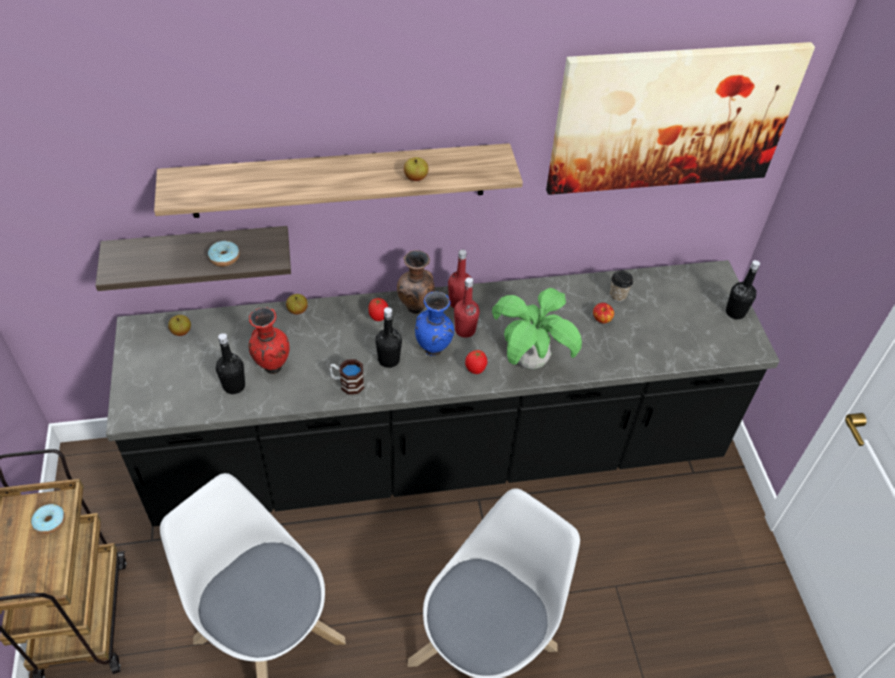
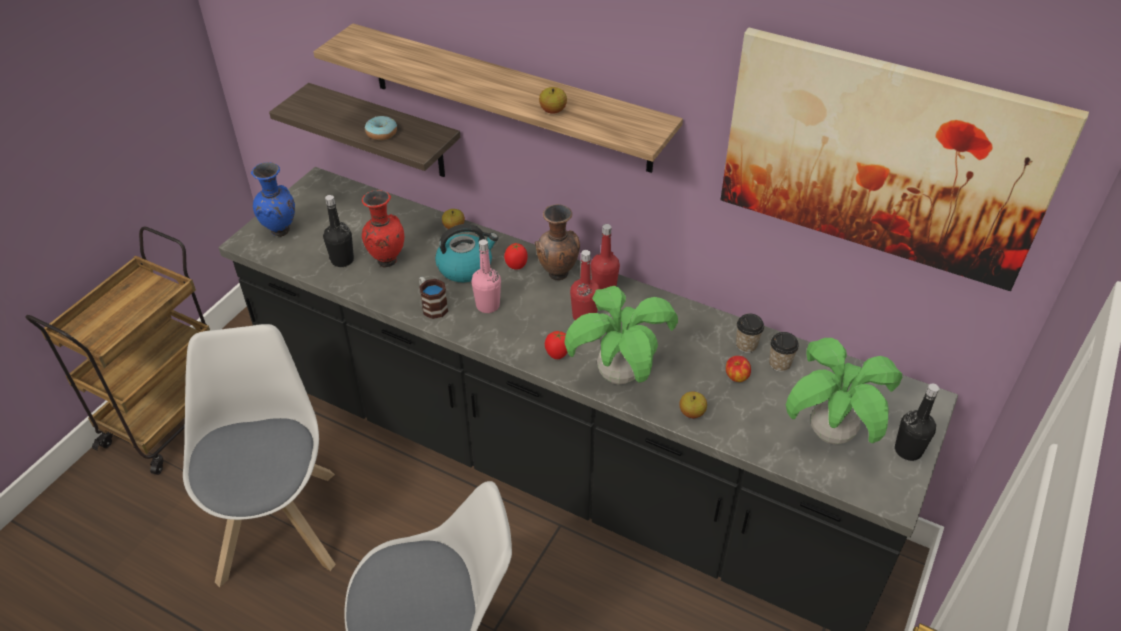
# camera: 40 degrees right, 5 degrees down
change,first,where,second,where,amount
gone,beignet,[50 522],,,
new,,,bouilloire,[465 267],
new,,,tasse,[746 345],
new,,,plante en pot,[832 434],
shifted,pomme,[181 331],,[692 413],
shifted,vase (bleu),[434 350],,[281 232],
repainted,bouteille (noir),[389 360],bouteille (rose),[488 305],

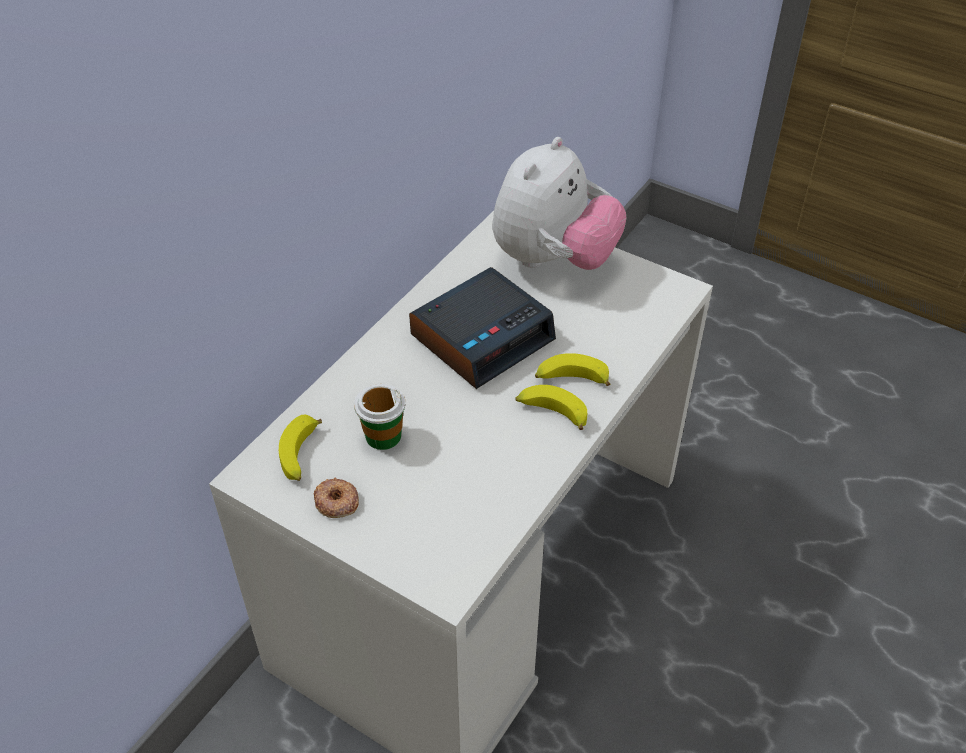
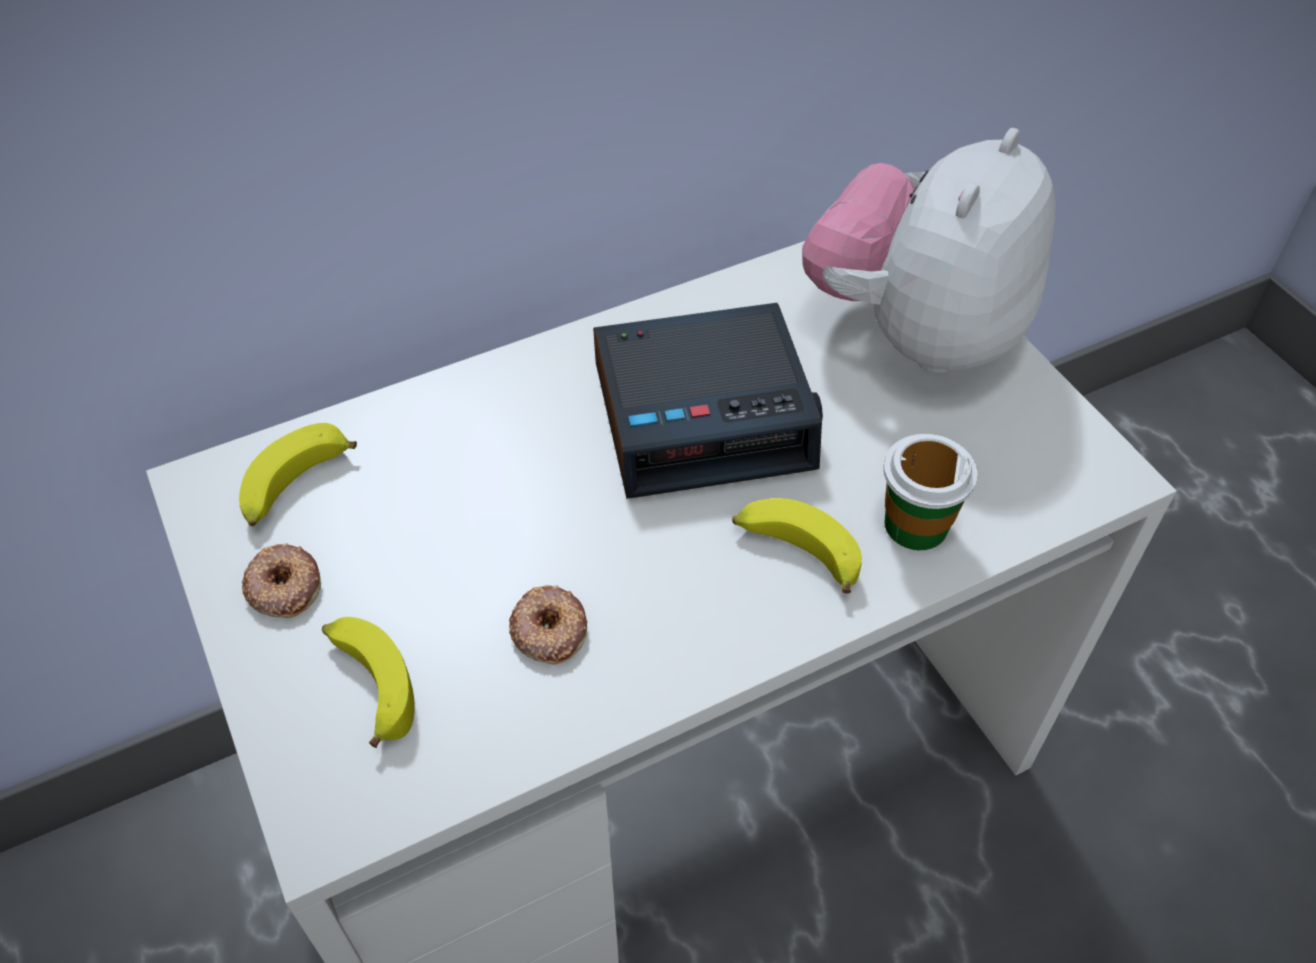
# camera: 30 degrees right, 5 degrees up
change,first,where,second,where,amount
new,,,beignet,[548 630],
shifted,tasse,[383 436],,[915 524],
shifted,banane,[551 413],,[369 684],
rotated,peluche,[553 260],,[915 333],150 degrees clockwise

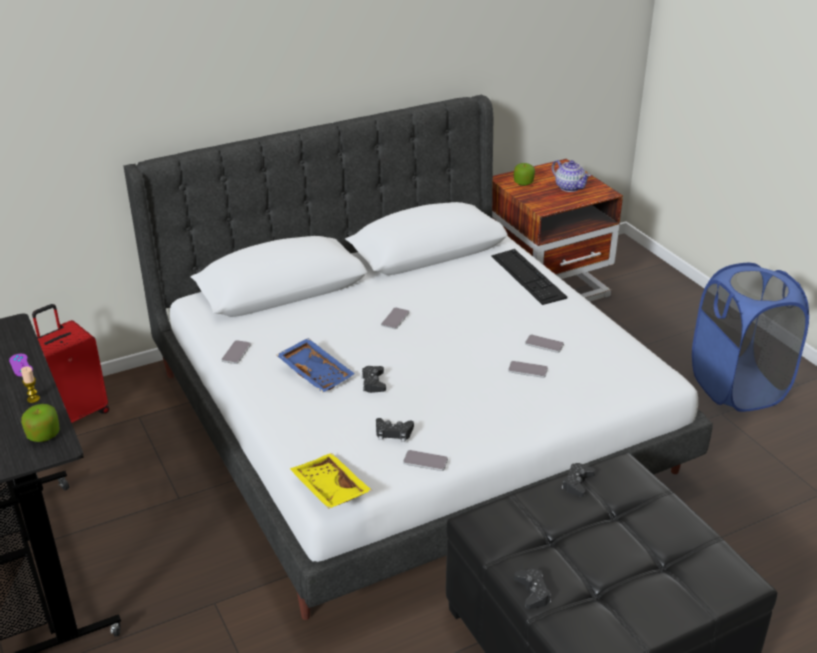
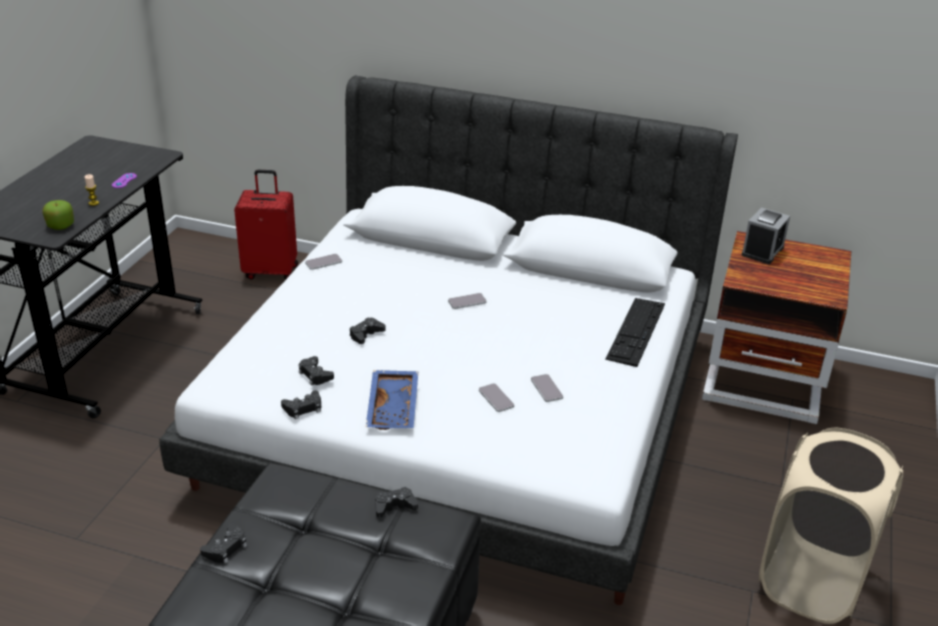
# camera: 45 degrees right, 0 degrees up
change,first,where,second,where,amount
gone,plateau (jaune),[329 489],,,
gone,théière,[569 187],,,
shifted,plateau (bleu),[316 372],,[394 408],
swapped,téléphone,[425 461],manette (noir),[303 408],
swapped,pomme,[523 183],réveil,[762 251],
repainted,panier à linge (bleu),[737 387],panier à linge (beige),[812 582],

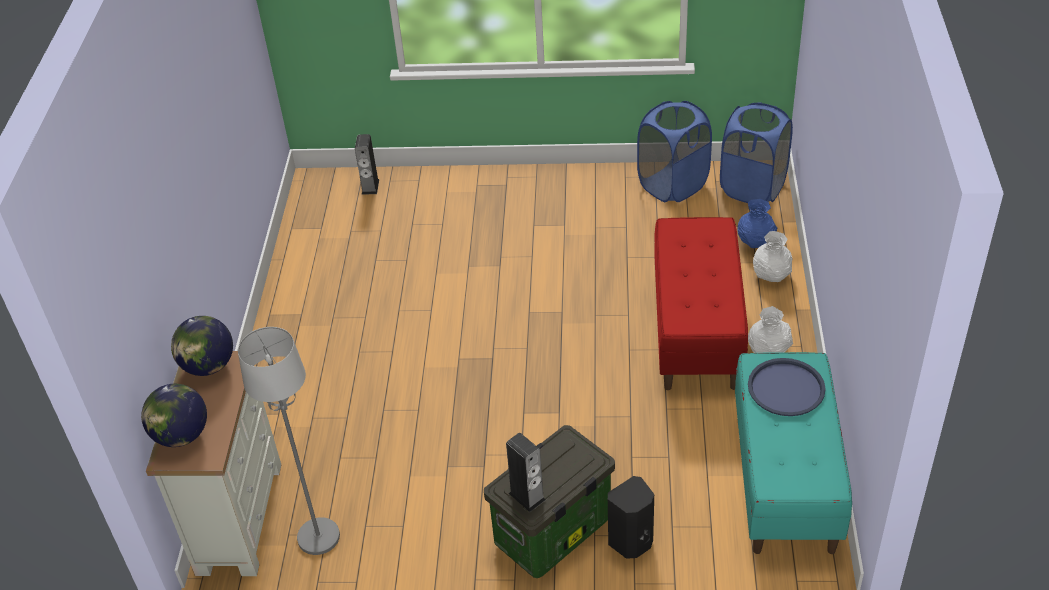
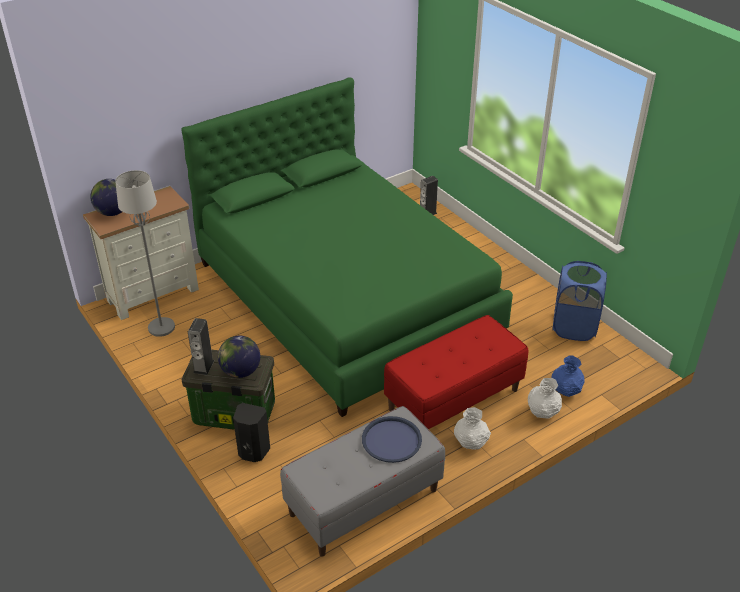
# camera: 50 degrees right, 5 degrees down
change,first,where,second,where,amount
gone,panier à linge (bleu),[753 187],,,
new,,,lit (vert),[346 298],
shifted,globe,[209 366],,[241 372],
repainted,banc (turquoise),[785 479],banc (gris),[364 502],

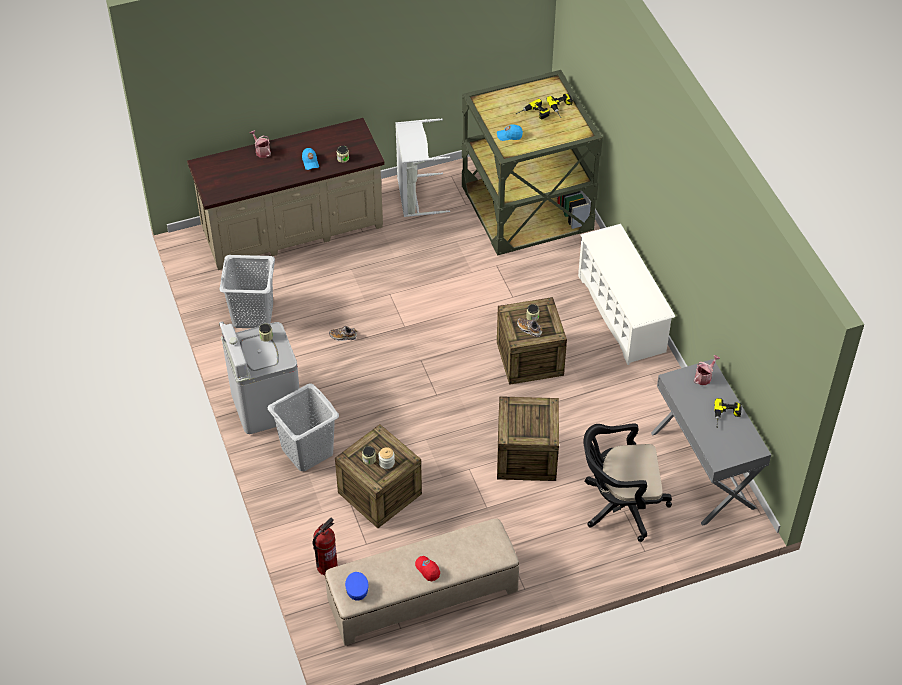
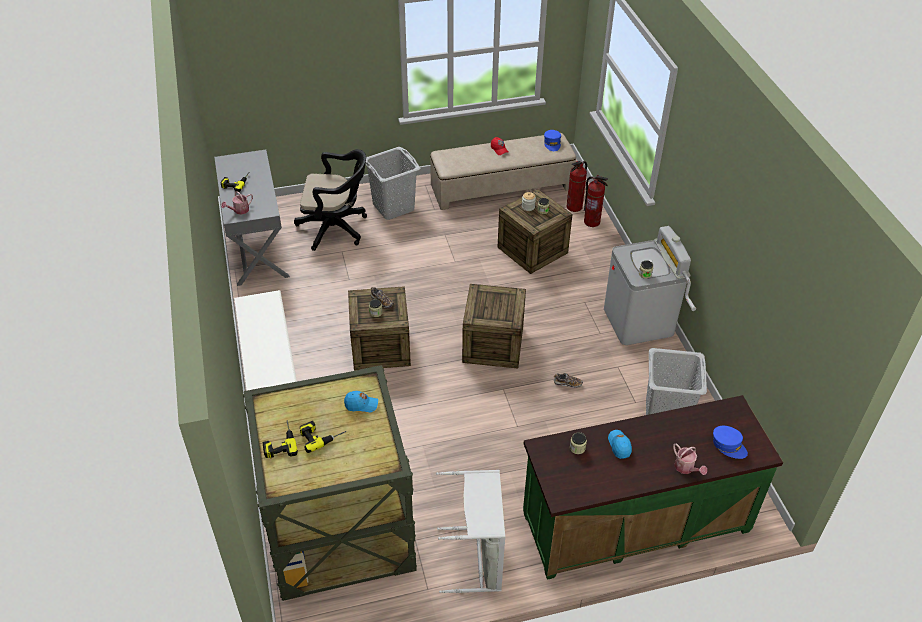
# camera: 175 degrees left, 5 degrees down
change,first,where,second,where,amount
new,,,extincteur,[591 222],
new,,,casquette (bleu),[728 446],
shifted,panier à linge (gris),[307 451],,[394 207],
shifted,caisse,[526 456],,[493 345],
repainted,meuble de rangement (beige),[293 228],meuble de rangement (vert),[634 522],

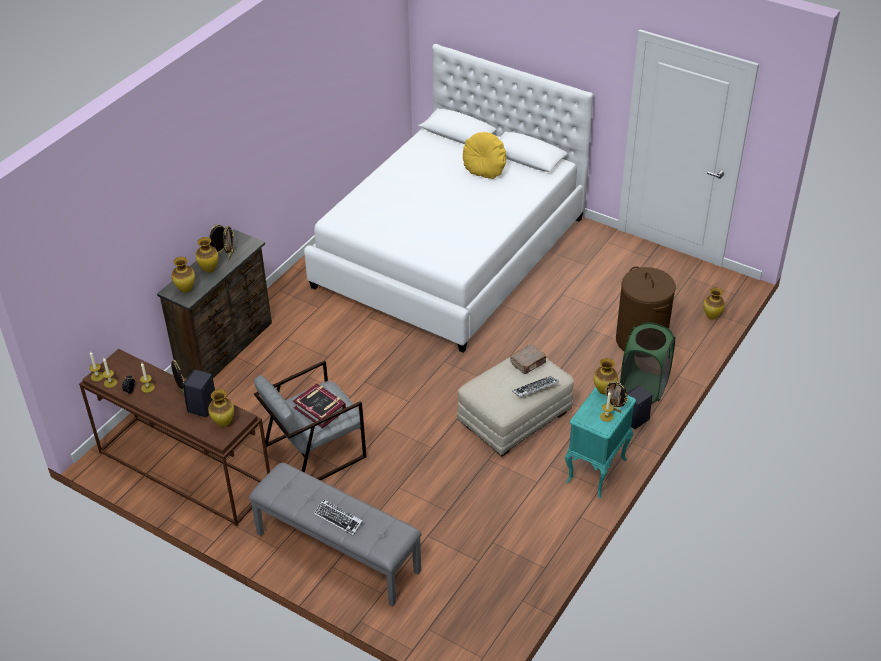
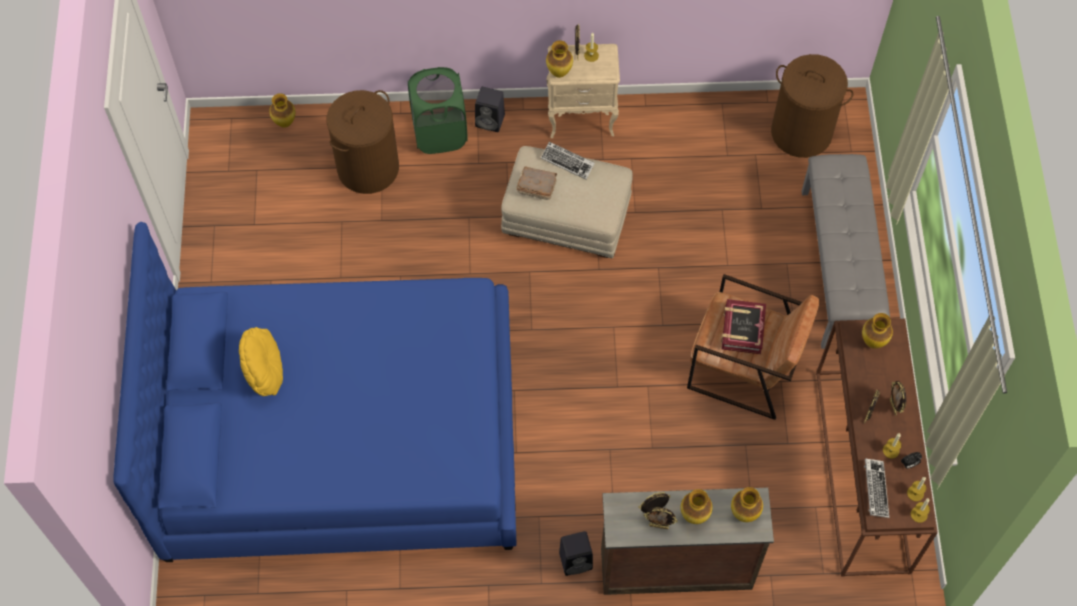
# camera: 125 degrees left, 20 degrees up
change,first,where,second,where,amount
new,,,panier à linge (marron),[801 132],
new,,,cadre photo,[893 407],
shifted,enceinte (noir),[202 408],,[576 560],
shifted,clavier,[338 519],,[875 489],
repainted,fauteuil (gris),[314 451],fauteuil (marron),[744 368],
repainted,lit (blanc),[450 252],lit (bleu),[340 436],
repainted,table de chevet (turquoise),[596 471],table de chevet (beige),[581 119],

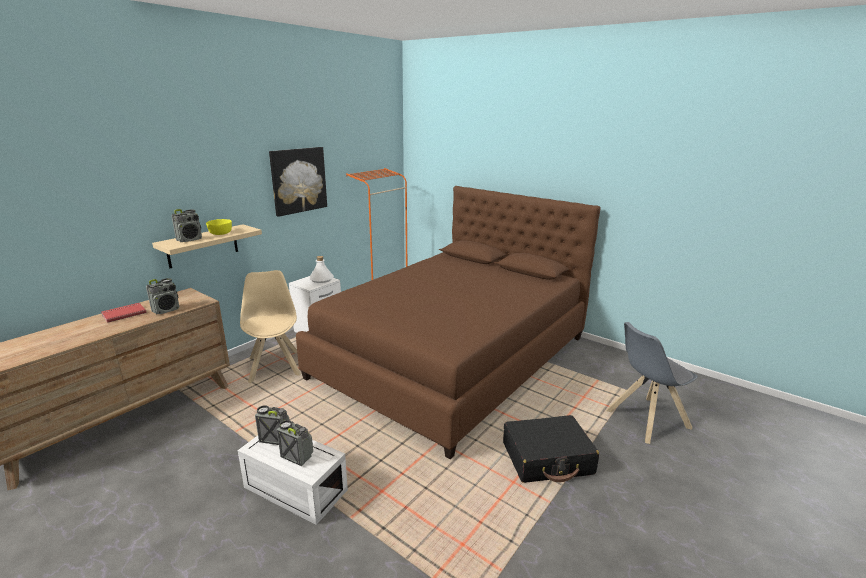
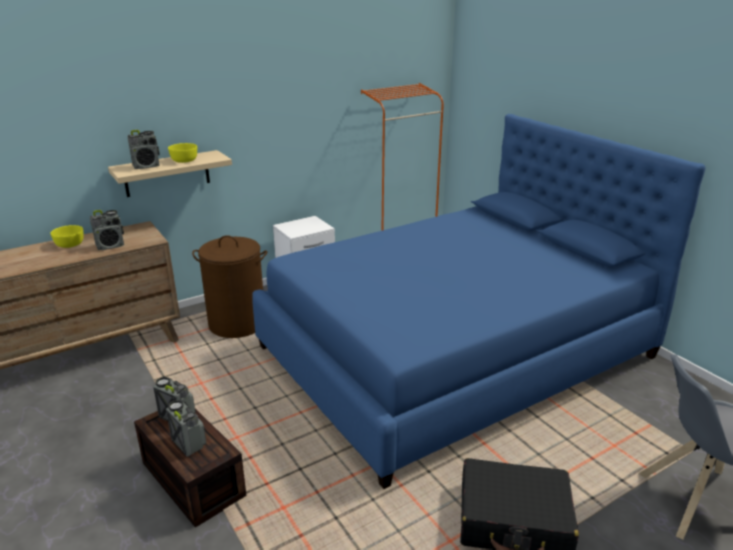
# camera: 20 degrees right, 5 degrees up
change,first,where,second,where,amount
gone,tableau,[298 180],,,
gone,bouteille (blanc),[321 279],,,
swapped,livre (rouge),[123 313],bol (jaune),[69 244],
swapped,chaise (beige),[274 365],panier à linge (marron),[237 323],
repainted,boîte de rangement (blanc),[293 489],boîte de rangement (marron),[190 479],
repainted,lit (marron),[454 357],lit (bleu),[456 352],

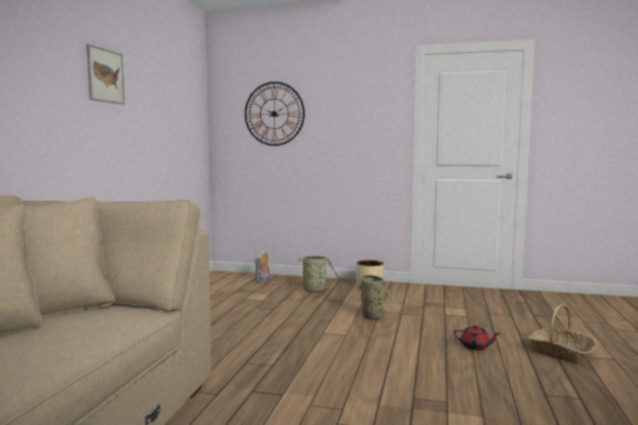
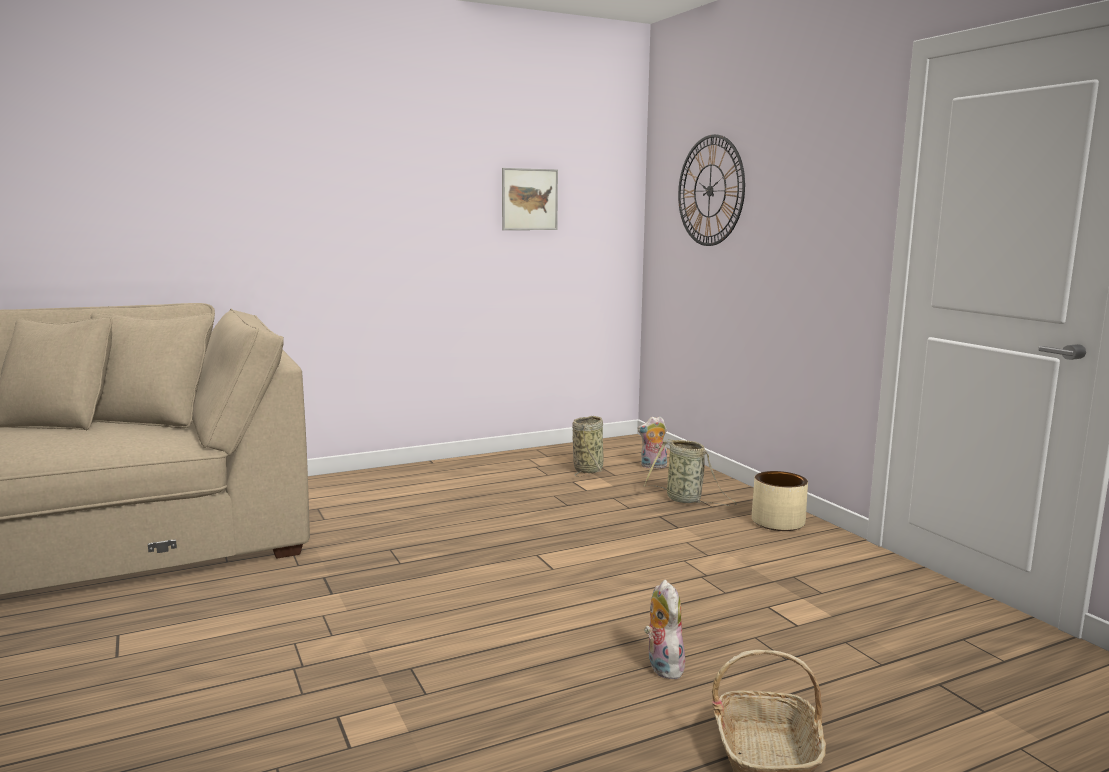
# camera: 50 degrees right, 5 degrees up
change,first,where,second,where,amount
shifted,tableau,[105 75],,[529 199],
shifted,panier,[371 316],,[588 469],
swapped,théière (rouge),[475 347],peluche,[662 666],

